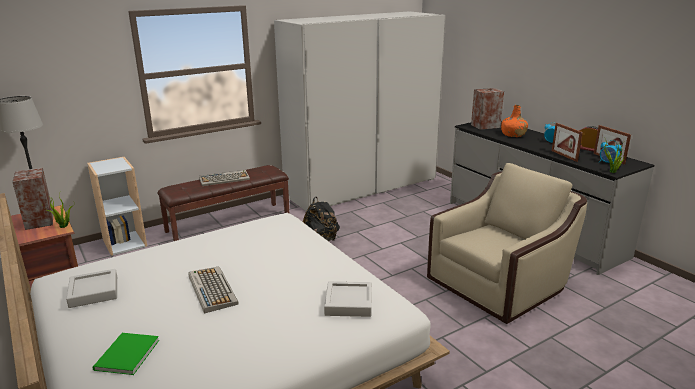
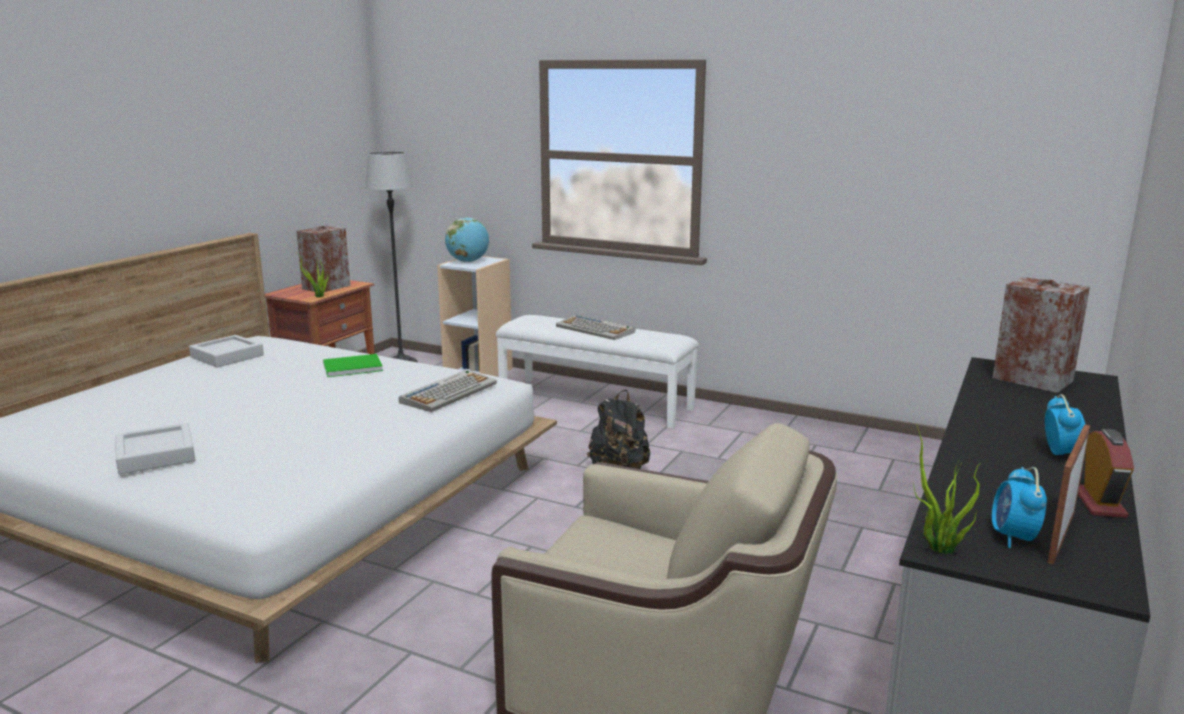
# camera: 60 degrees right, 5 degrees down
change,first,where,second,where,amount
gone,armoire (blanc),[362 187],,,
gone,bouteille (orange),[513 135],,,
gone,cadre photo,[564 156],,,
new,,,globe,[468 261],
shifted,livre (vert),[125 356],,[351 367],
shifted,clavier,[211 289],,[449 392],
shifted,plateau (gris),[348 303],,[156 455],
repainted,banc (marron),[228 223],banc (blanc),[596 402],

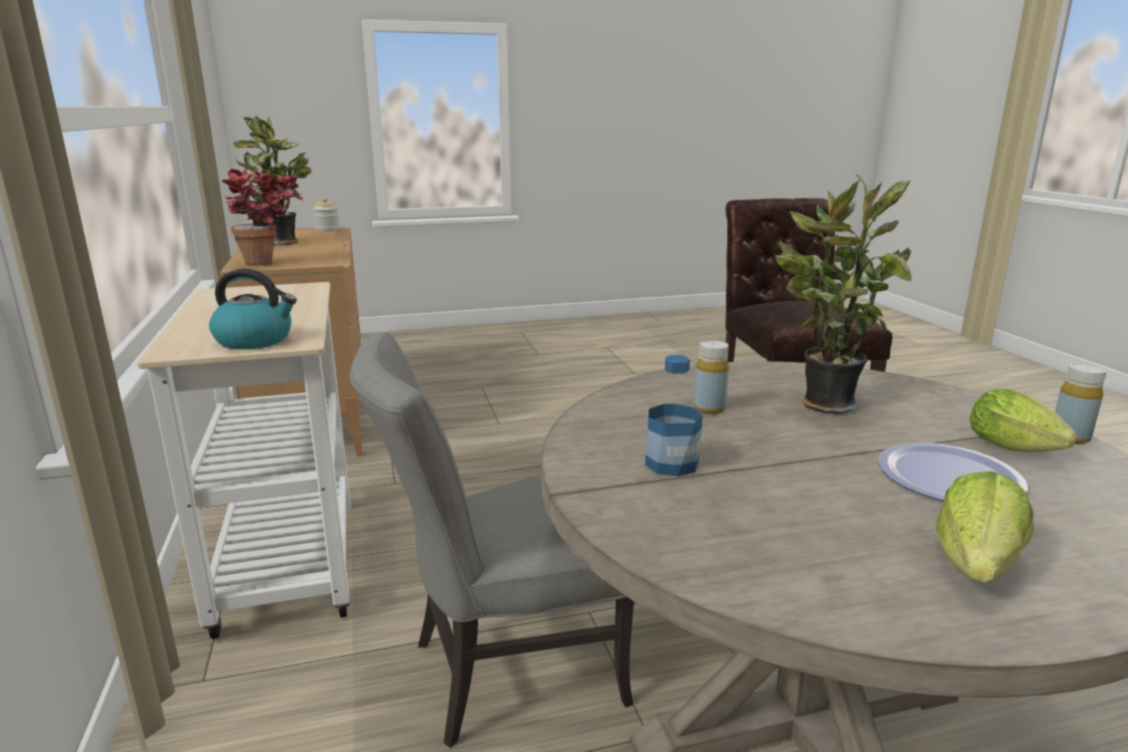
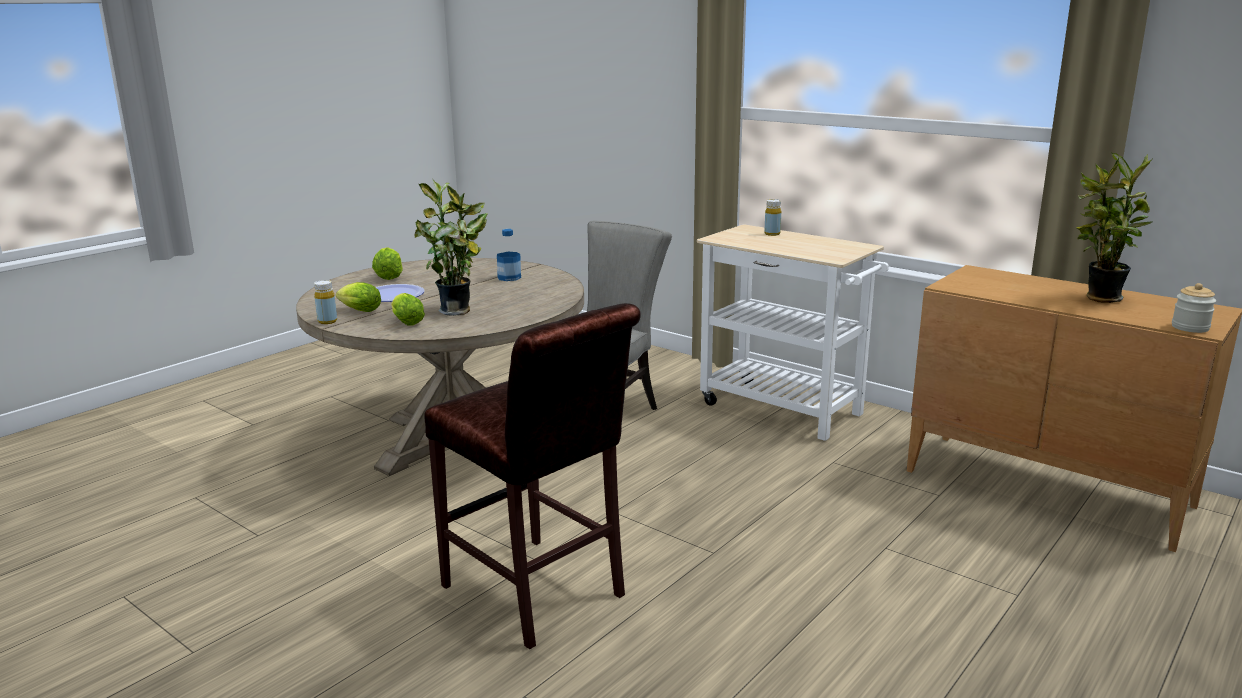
# camera: 145 degrees right, 0 degrees up
change,first,where,second,where,amount
gone,bouilloire,[255 340],,,
gone,plante en pot,[269 263],,,
new,,,laitue,[406 322],
shifted,bouteille (jaune),[709 408],,[772 234],

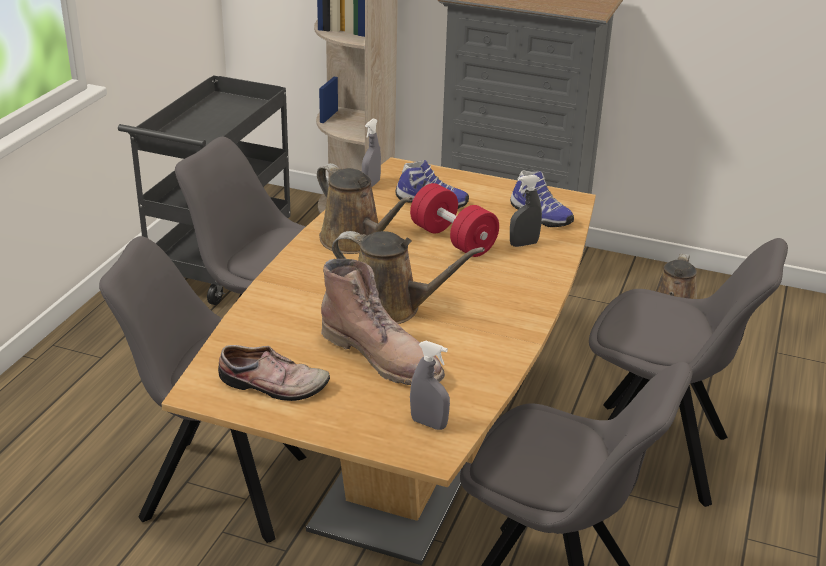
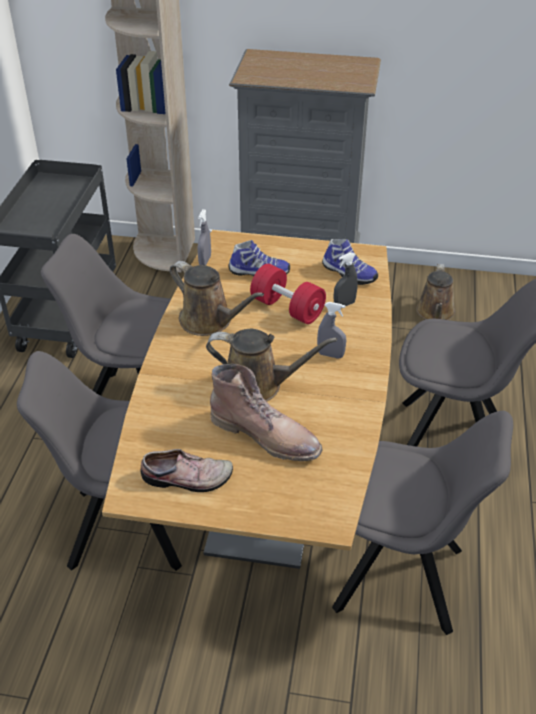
# camera: 10 degrees left, 10 degrees up
change,first,where,second,where,amount
shifted,vaporisateur (gris),[428 423],,[330 355],

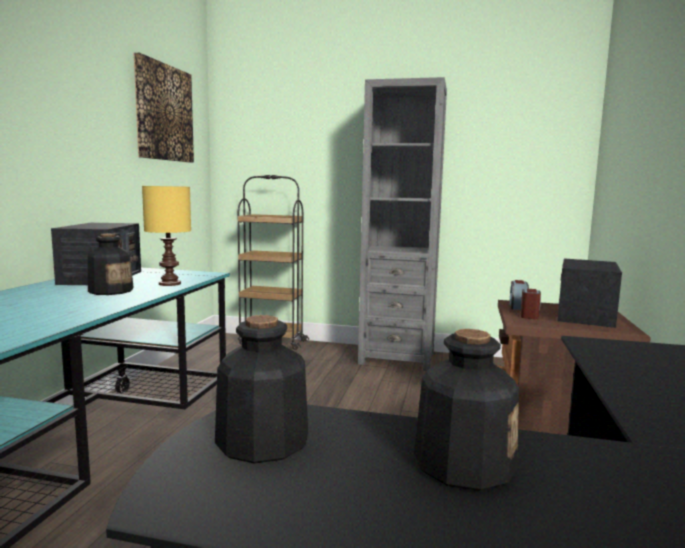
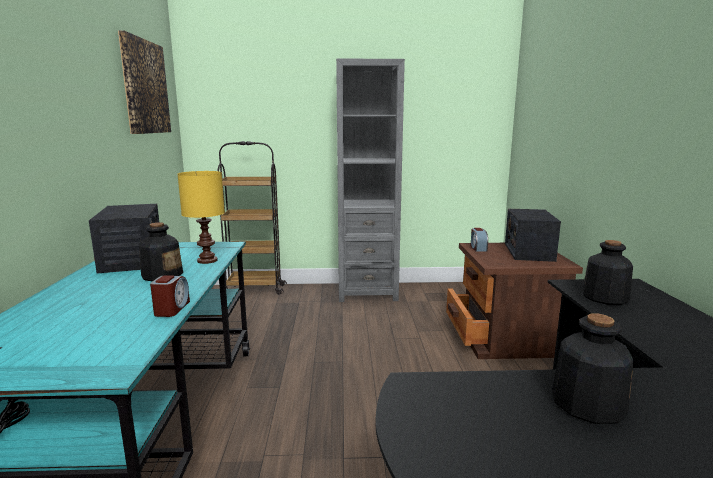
# camera: 15 degrees left, 5 degrees up
change,first,where,second,where,amount
shifted,bouteille,[261 441],,[604 297],
shifted,réveil,[529 315],,[172 309],

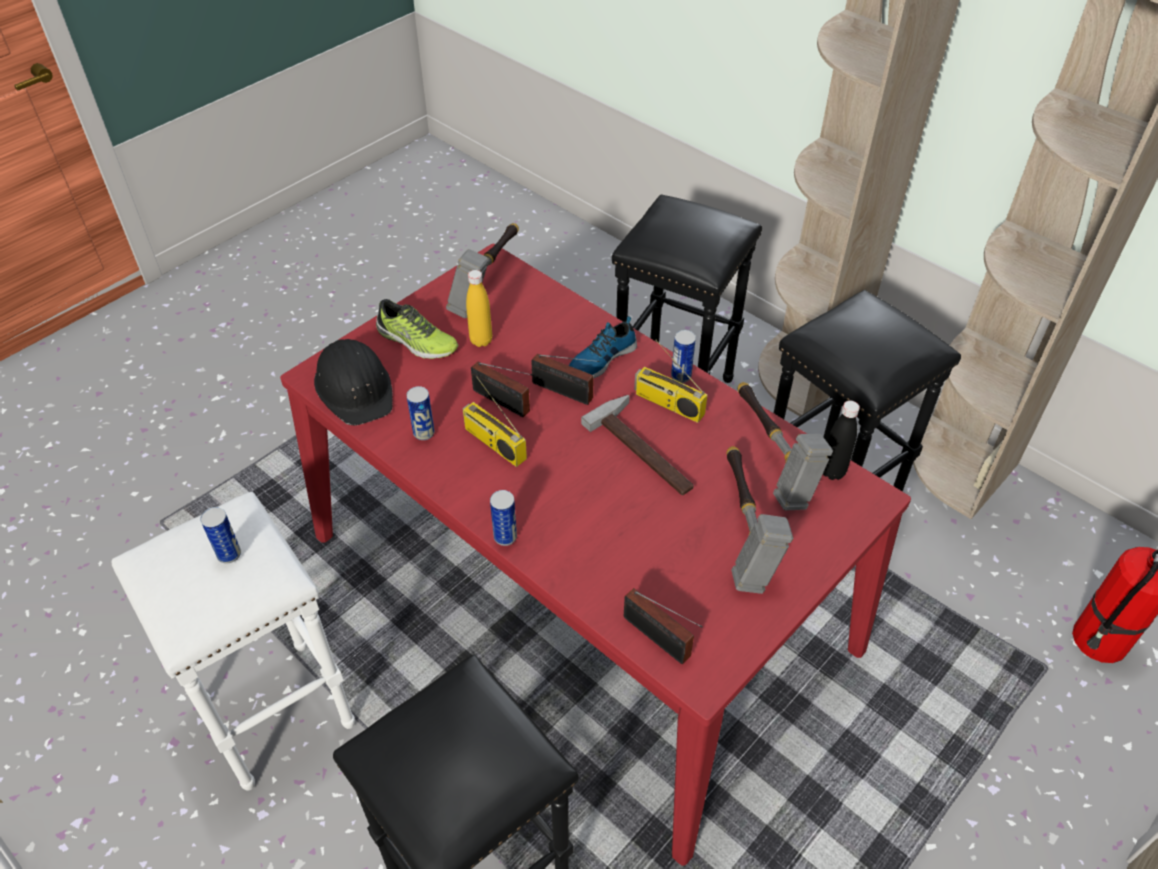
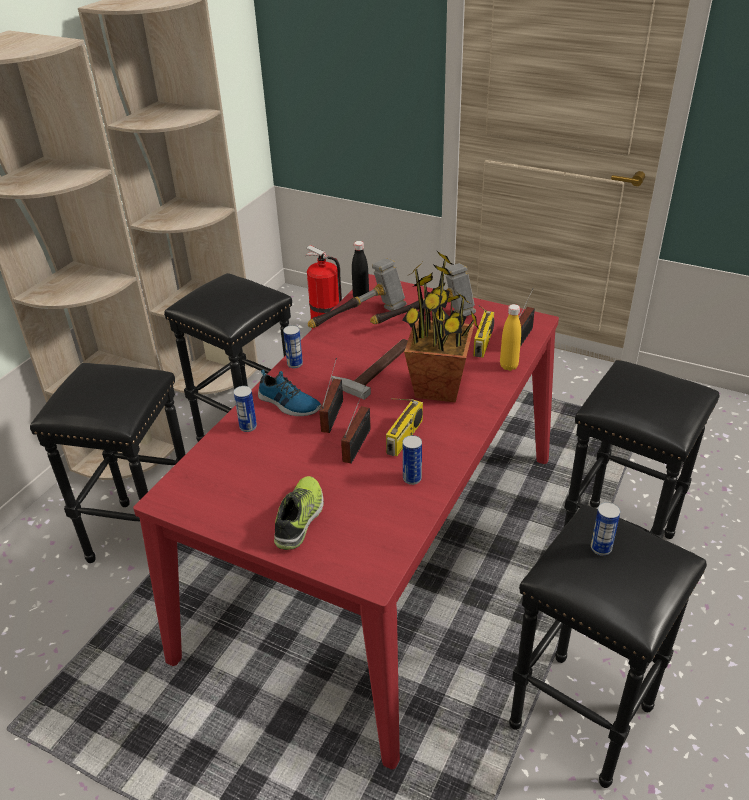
# camera: 105 degrees left, 10 degrees down
change,first,where,second,where,amount
gone,casque de chantier (noir),[355 388],,,
gone,marteau,[488 282],,,
new,,,plante en pot,[439 388],
shifted,bouteille (jaune),[481 340],,[508 366],
shifted,boîte métallique,[505 537],,[248 427],
shifted,radio,[667 404],,[483 343],
repainted,tabouret (blanc),[272 712],tabouret (noir),[582 720],

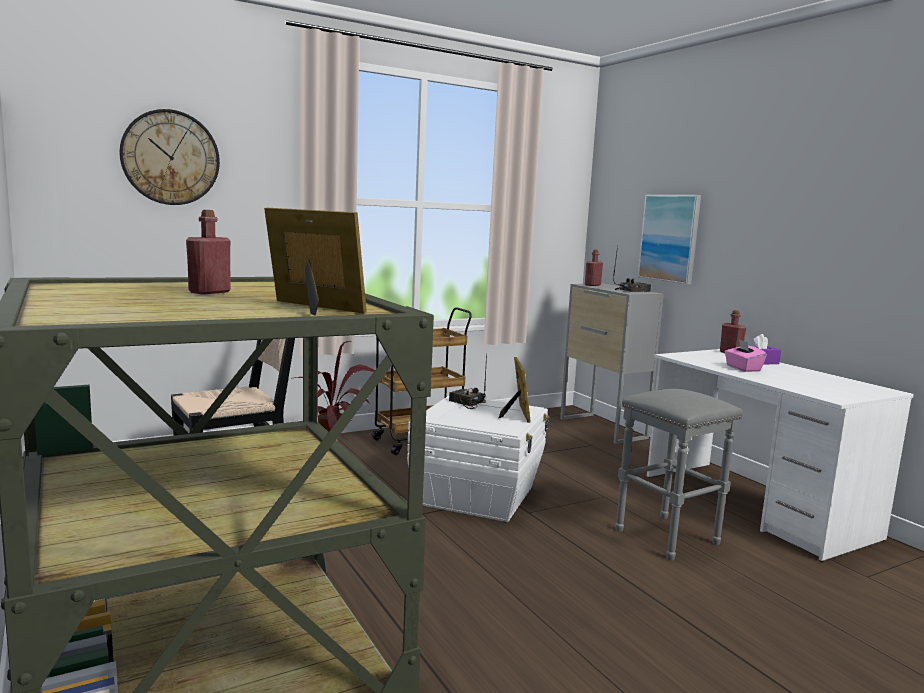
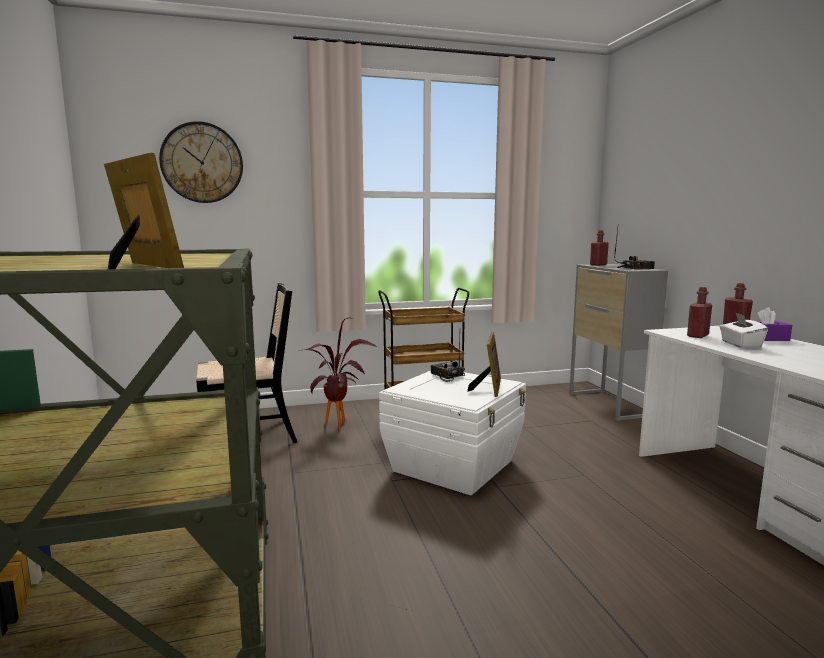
# camera: 15 degrees right, 0 degrees up
change,first,where,second,where,amount
gone,tabouret (gris),[664 536],,,
gone,tableau,[669 238],,,
shifted,bouteille (rouge),[209 292],,[697 336],
repainted,boîte à mouchoirs (rose),[742 368],boîte à mouchoirs (blanc),[740 345],

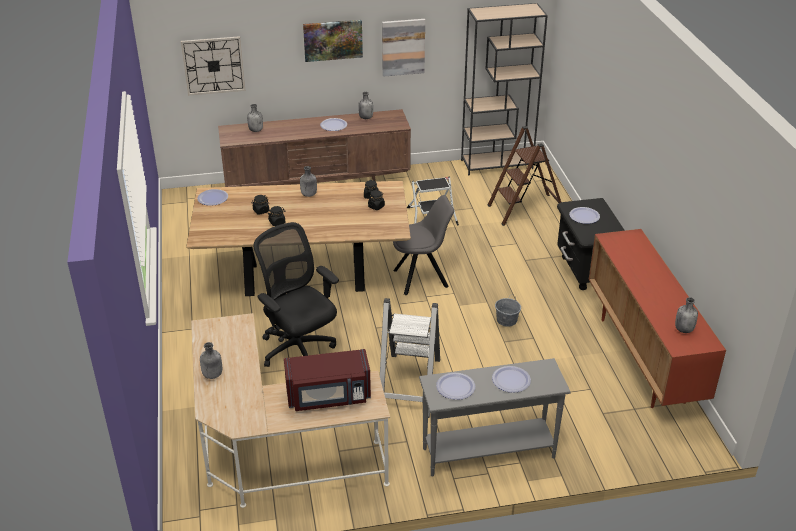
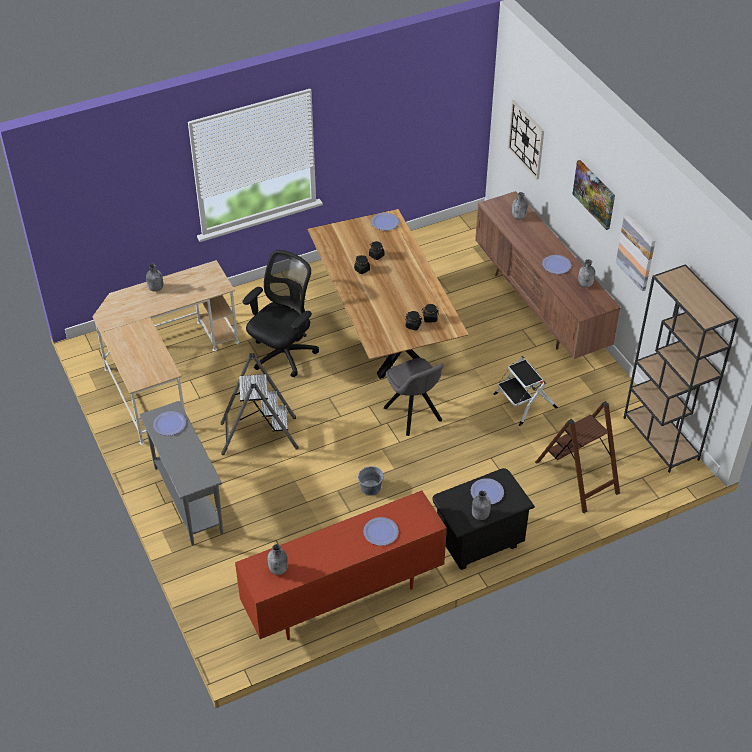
# camera: 75 degrees right, 10 degrees up
change,first,where,second,where,amount
gone,micro-ondes (rouge),[328 396],,,
shifted,bouteille (gris),[309 195],,[480 515],
shifted,assiette,[511 380],,[381 532],

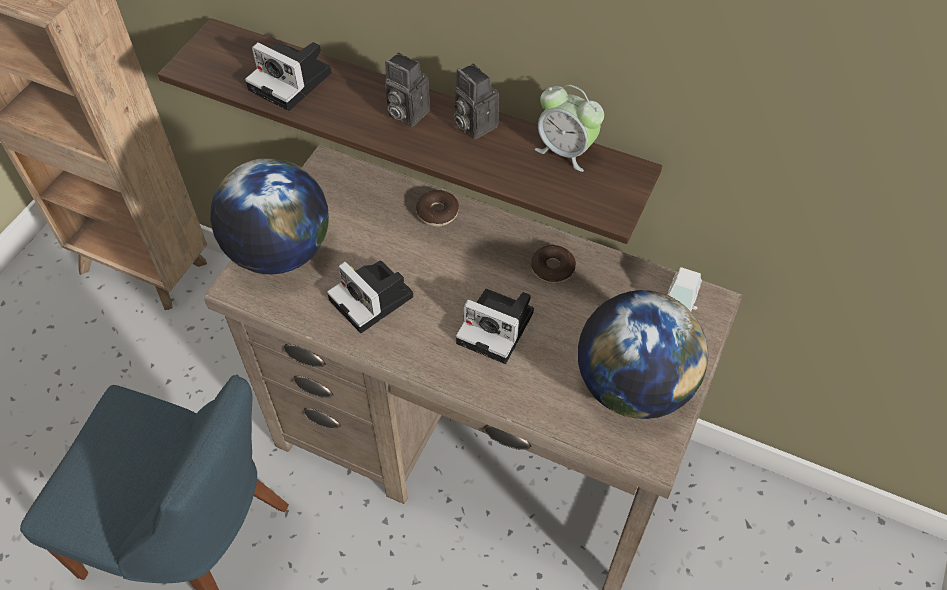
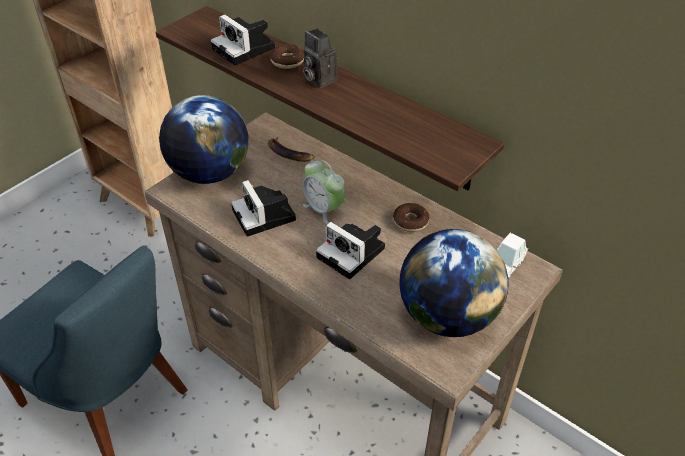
# camera: 15 degrees right, 10 degrees down
change,first,where,second,where,amount
gone,appareil photo,[473 124],,,
new,,,banane,[288 154],
shifted,beignet,[437 213],,[288 61],
shifted,réveil,[566 151],,[324 209],

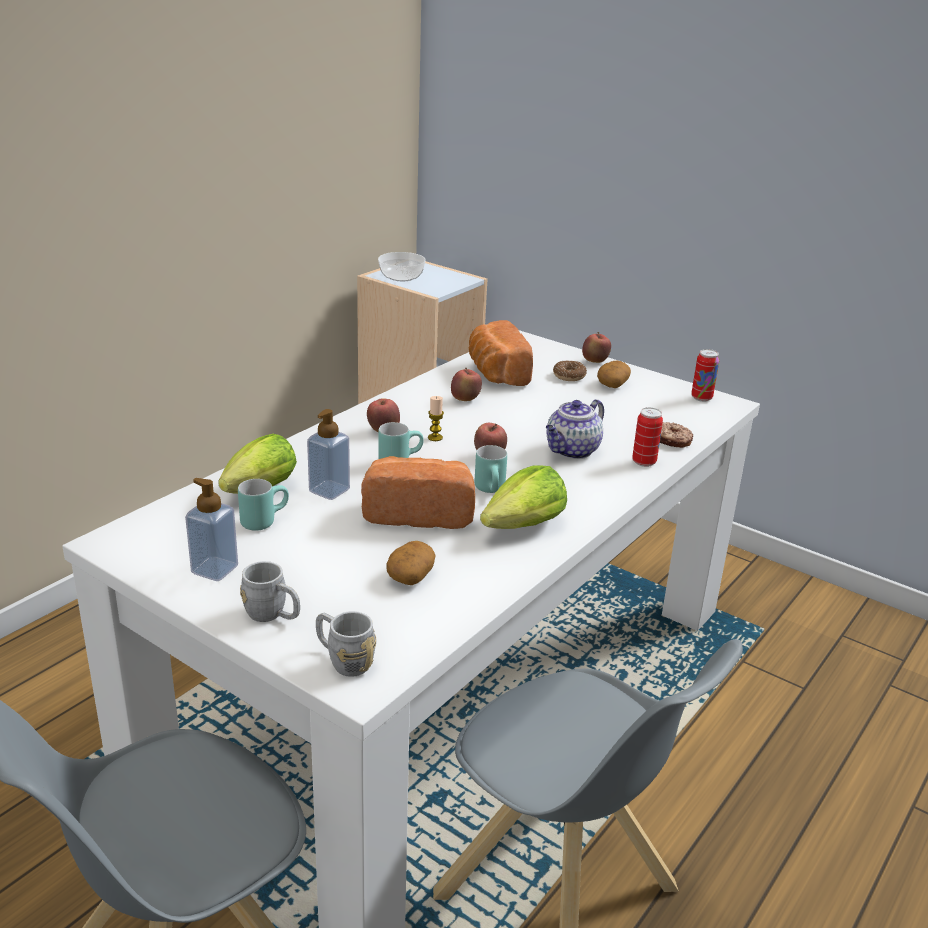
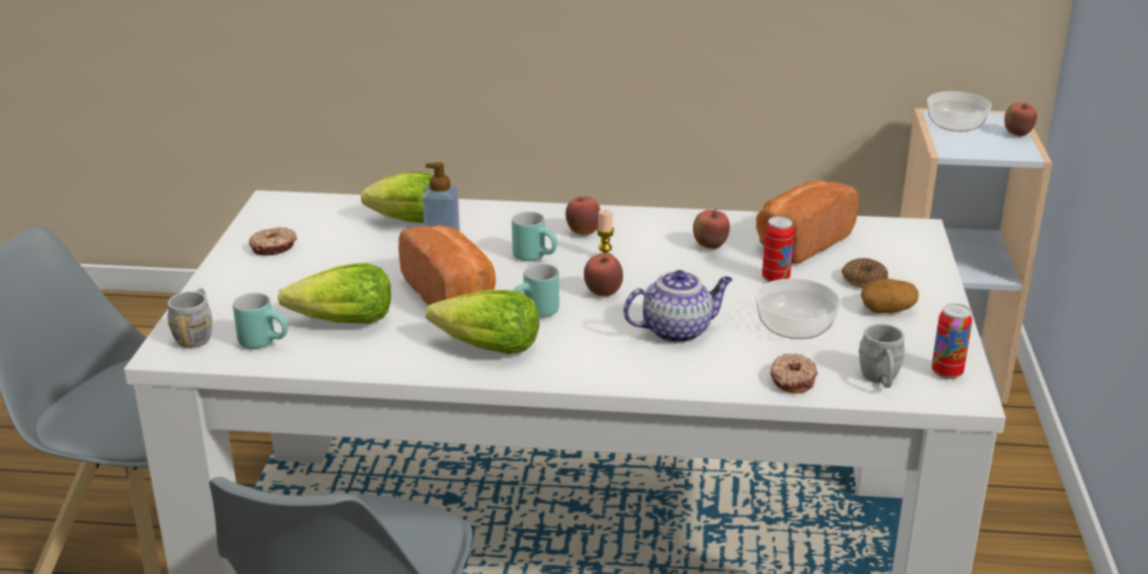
# camera: 60 degrees right, 0 degrees up
change,first,where,second,where,amount
new,,,bol,[794 326],
shifted,mug (turquoise),[263 520],,[265 342],
shifted,mug (gris),[273 615],,[880 380],
shifted,pomme,[595 361],,[1017 134],
shifted,boîte métallique,[644 462],,[775 279],
swapped,distributeur de savon,[215 569],beignet,[274 248],
swapped,pomme de terre,[410 575],laitue,[343 322],
rotated,théière,[572 451],,[678 330],150 degrees clockwise

